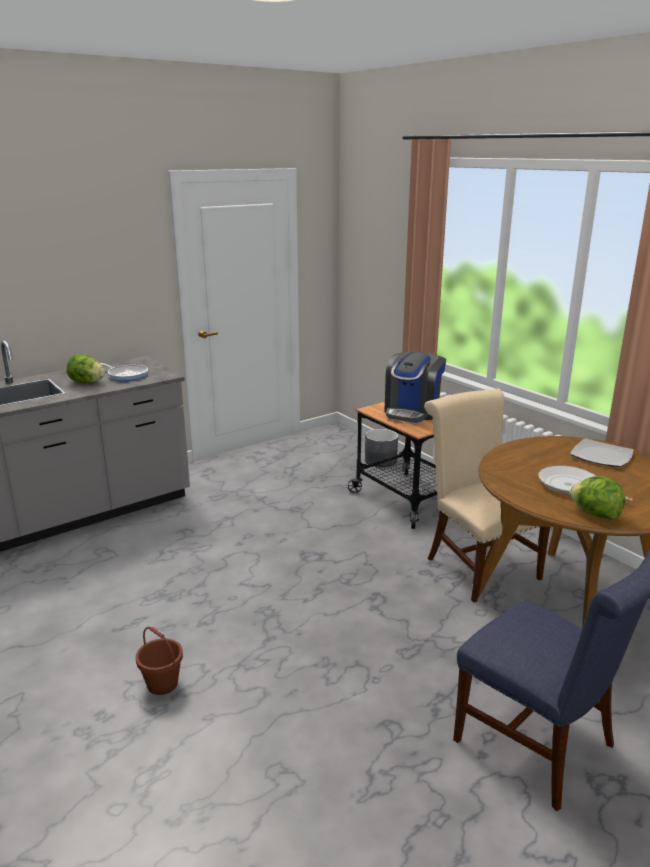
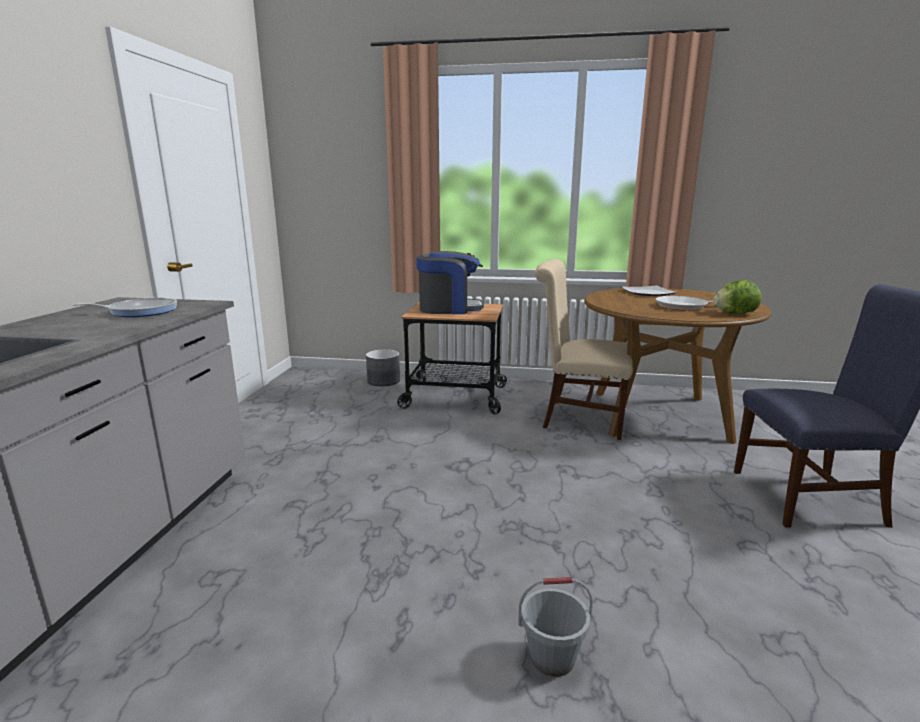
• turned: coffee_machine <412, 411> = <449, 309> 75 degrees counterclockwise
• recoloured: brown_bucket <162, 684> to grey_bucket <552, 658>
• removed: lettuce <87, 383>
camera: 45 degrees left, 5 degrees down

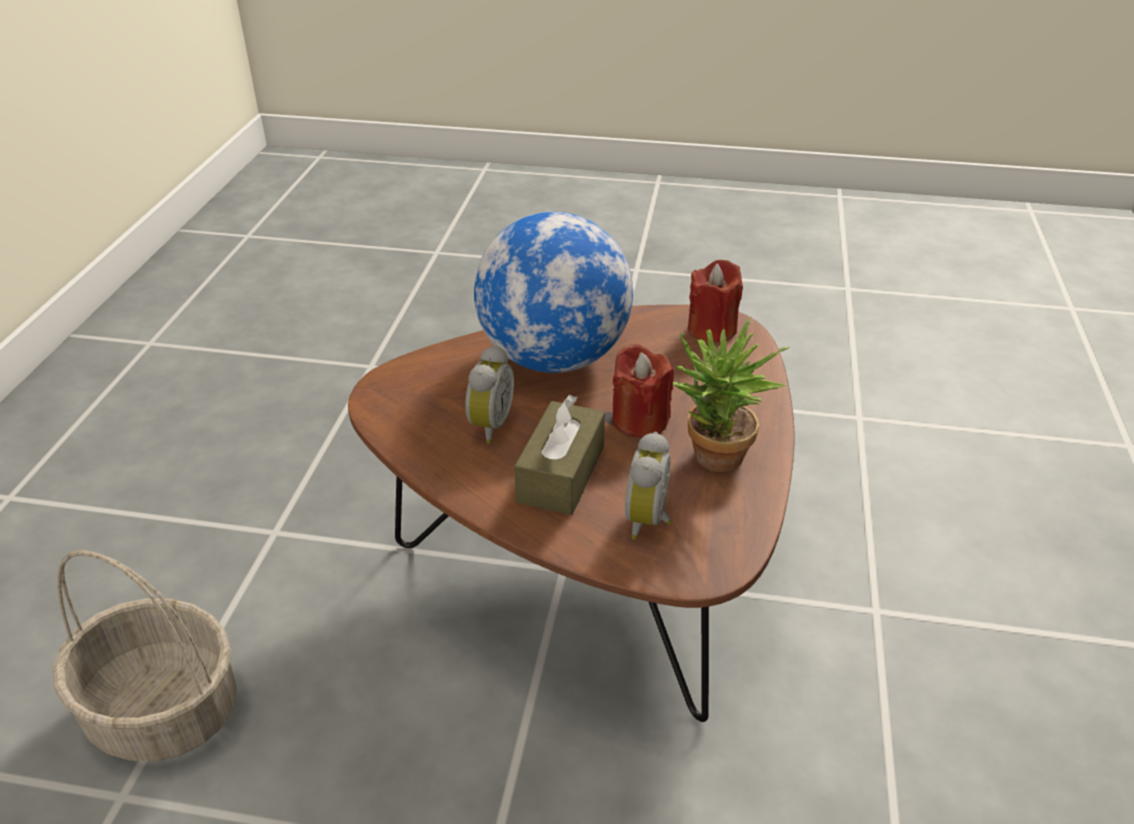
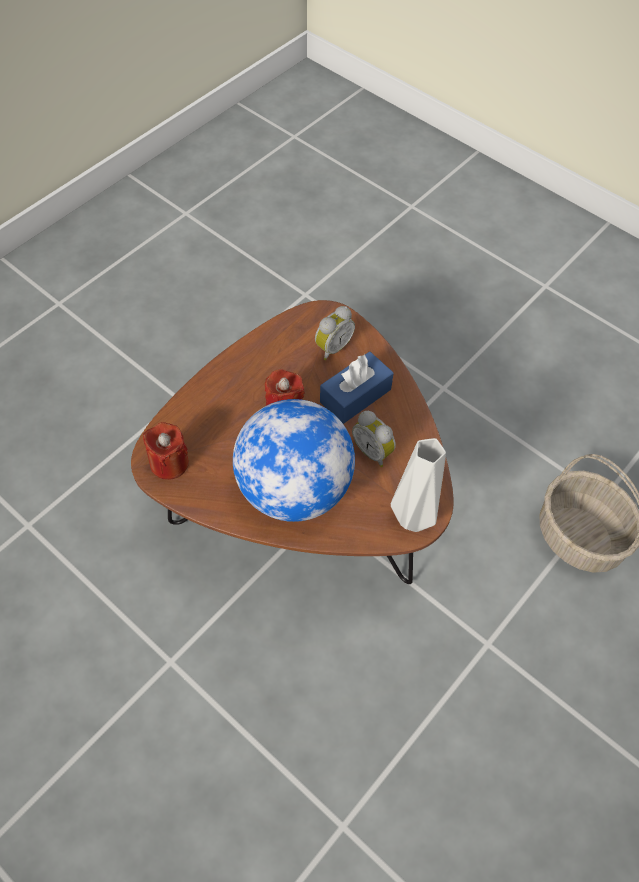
• recoloured: brown_tissue_box <561, 474> to blue_tissue_box <355, 396>
• turned: alarm_clock <488, 426> = <373, 451> 90 degrees counterclockwise
• added: grey_vase <411, 517>
• removed: potted_plant <714, 462>
camera: 150 degrees left, 20 degrees up

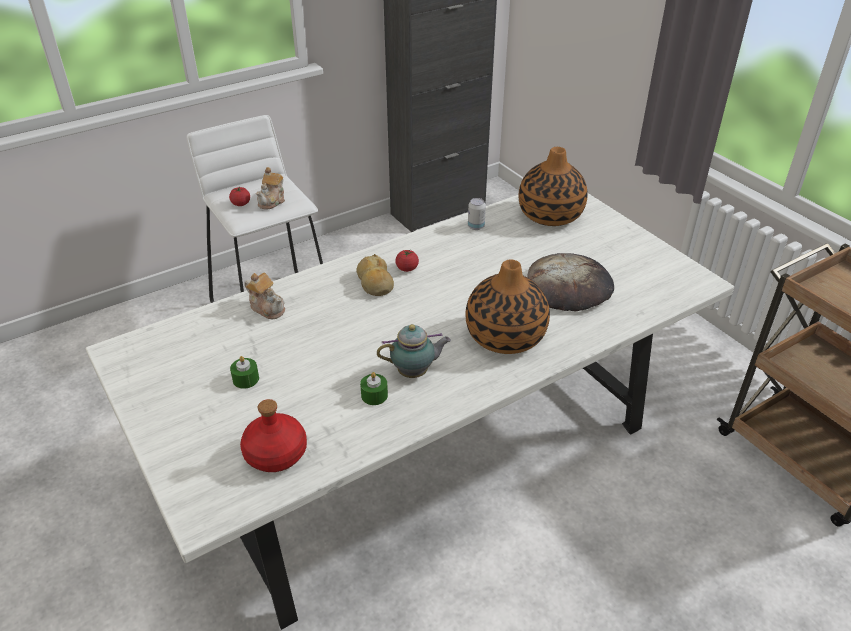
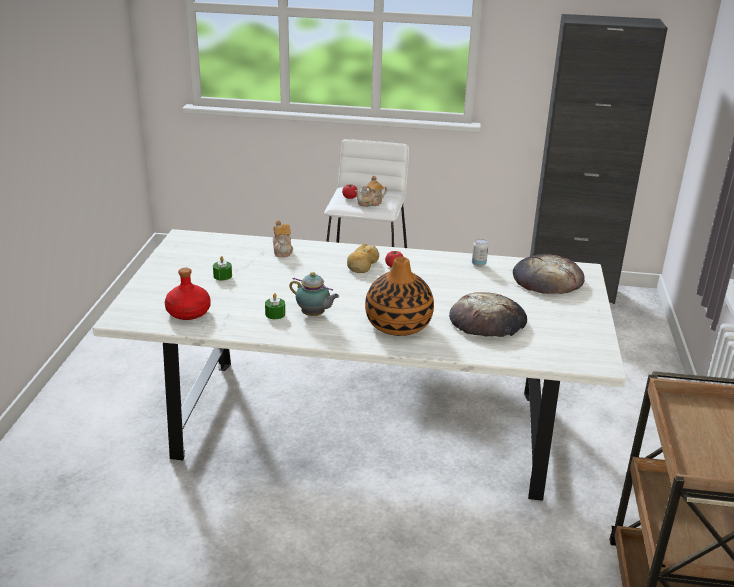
• replaced: vase <550, 215> to bread <547, 279>
camera: 40 degrees right, 10 degrees down

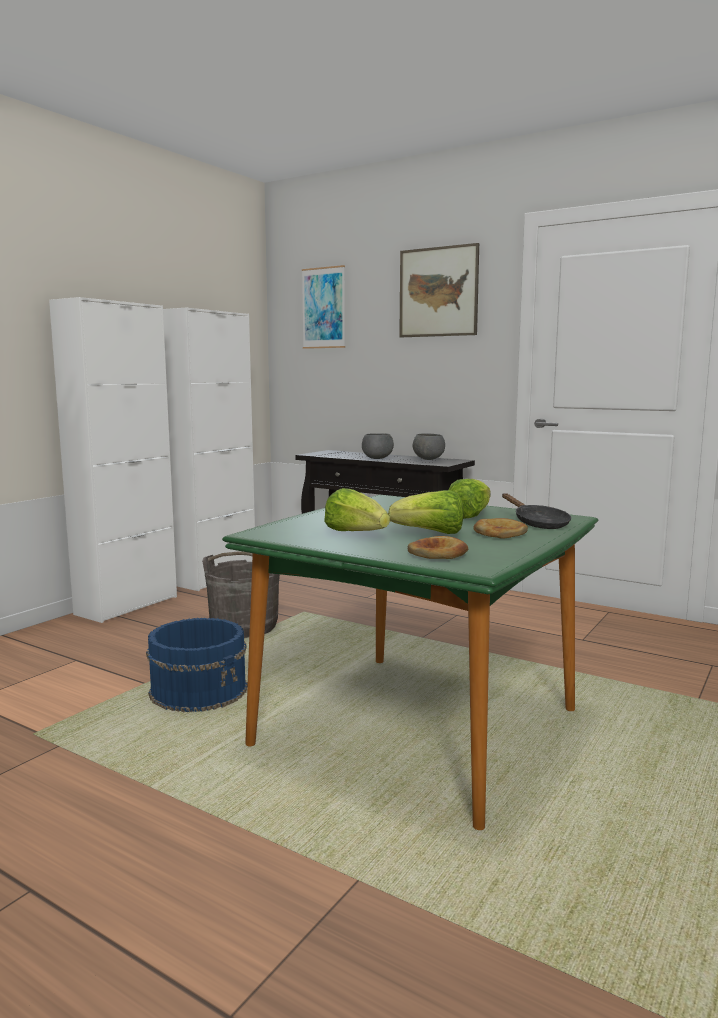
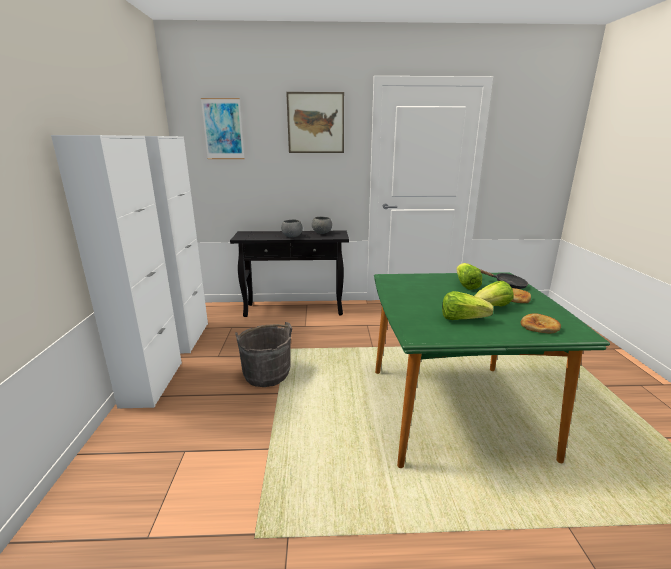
• removed: blue_bucket <200, 691>
camera: 35 degrees left, 10 degrees up

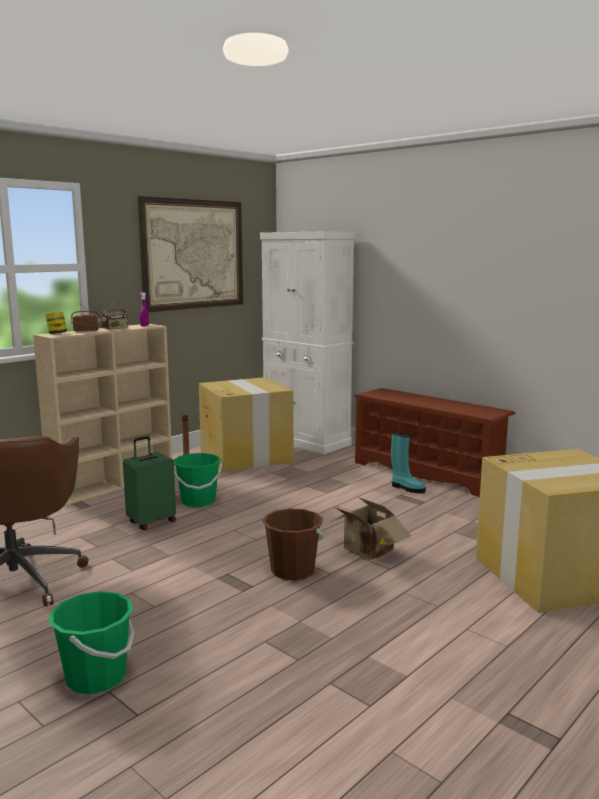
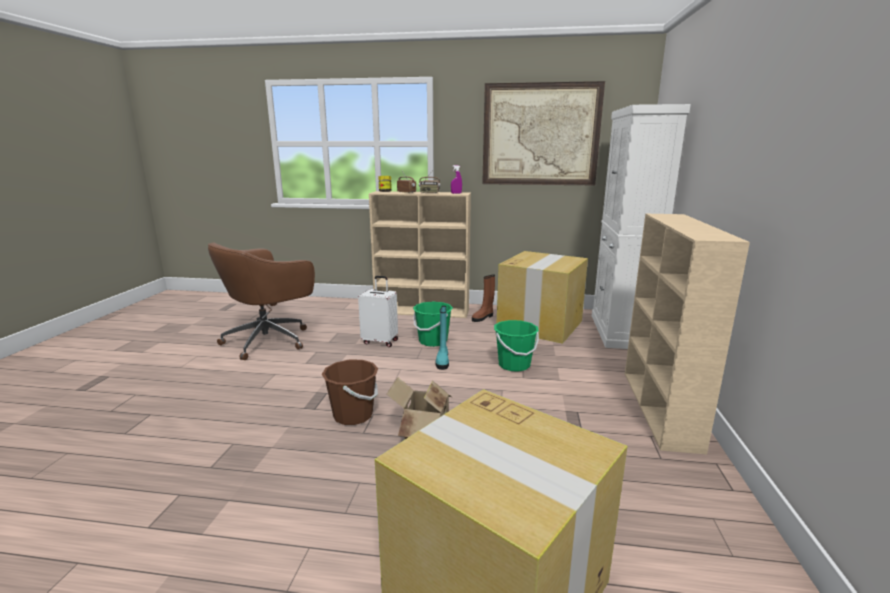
• recoloured: green_suitcase <151, 522> to white_suitcase <380, 341>
• moved: turquoise_boot <407, 488> to <442, 361>
• moved: green_bucket <96, 677> to <514, 365>
• replaced: brown_shoe_rack <427, 473> to beige_bookcase <660, 409>
camera: 55 degrees right, 5 degrees up

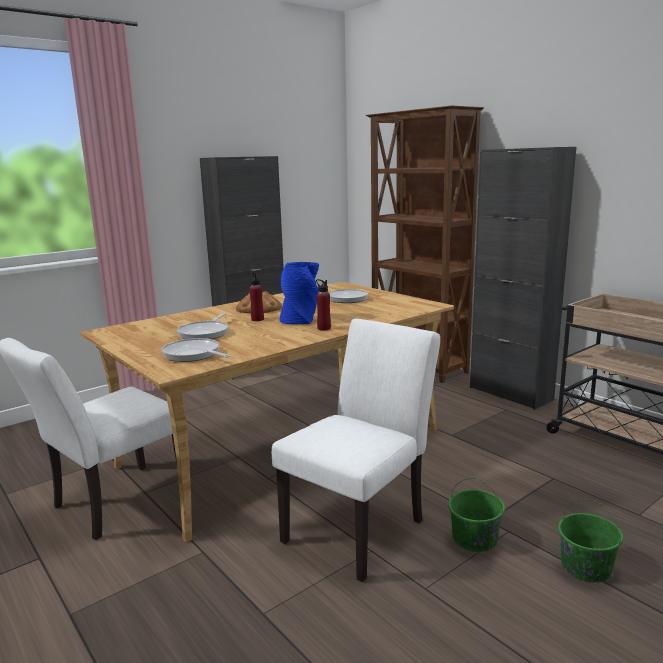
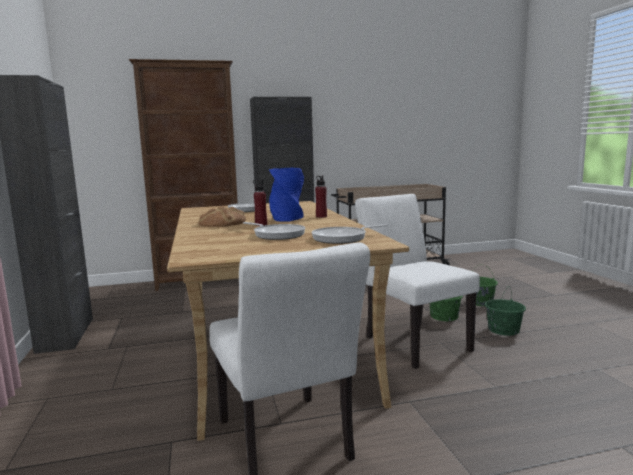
• added: green_bucket <503, 330>
camera: 65 degrees left, 5 degrees down

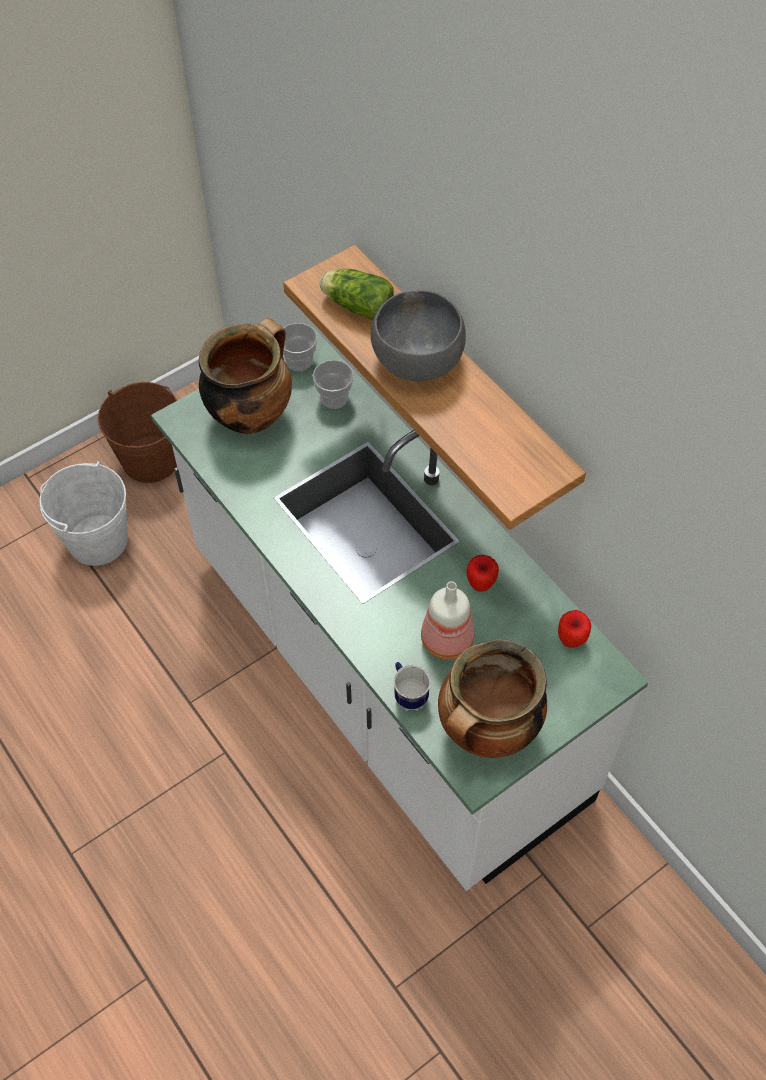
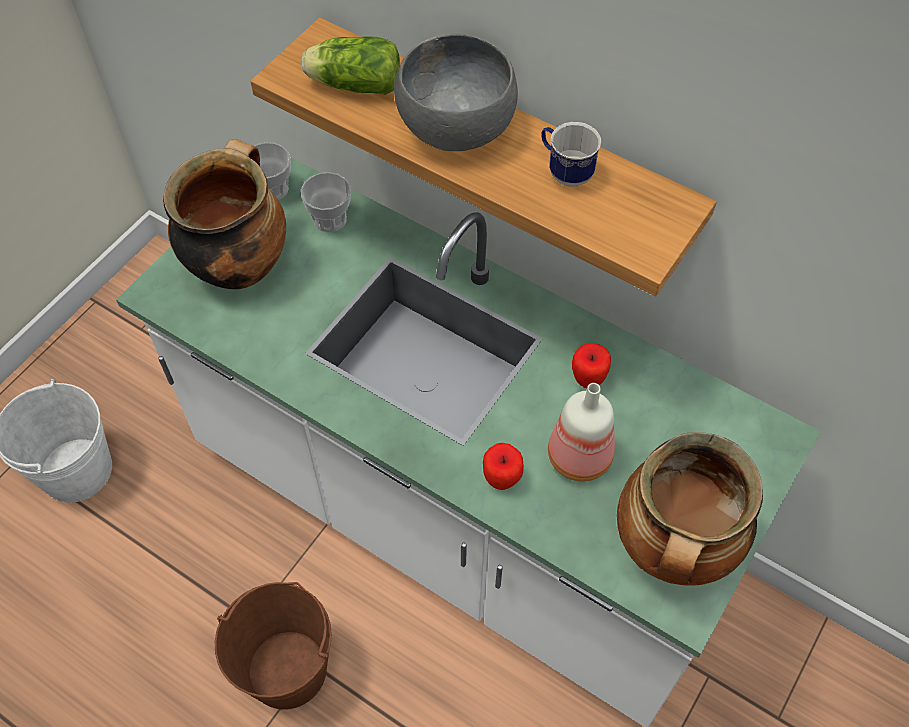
• moved: brown_bucket <151, 459> to <287, 669>
• moved: apple <571, 640> to <501, 479>
• moved: mug <408, 693> to <565, 172>
camera: 20 degrees left, 0 degrees up

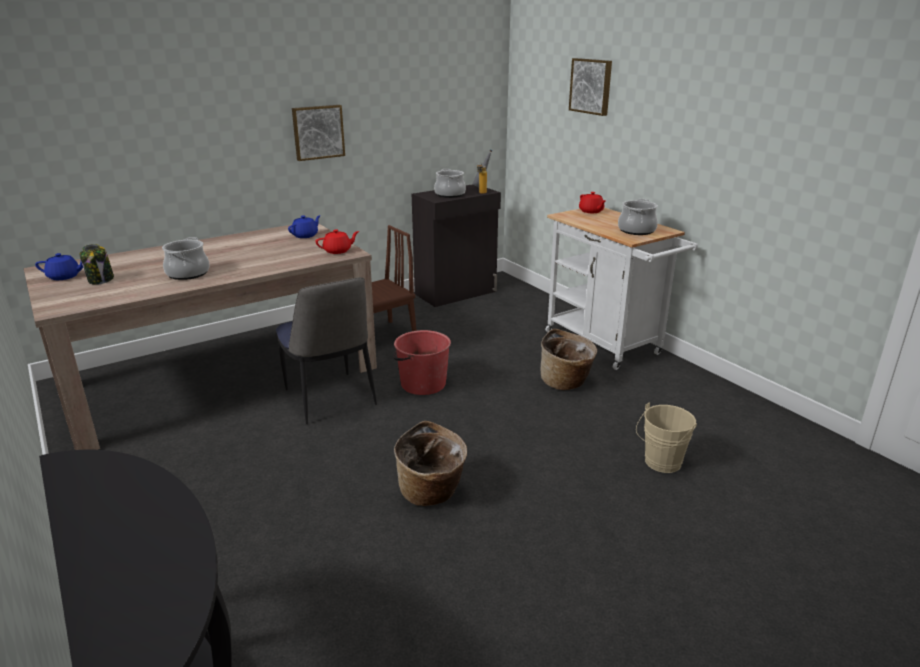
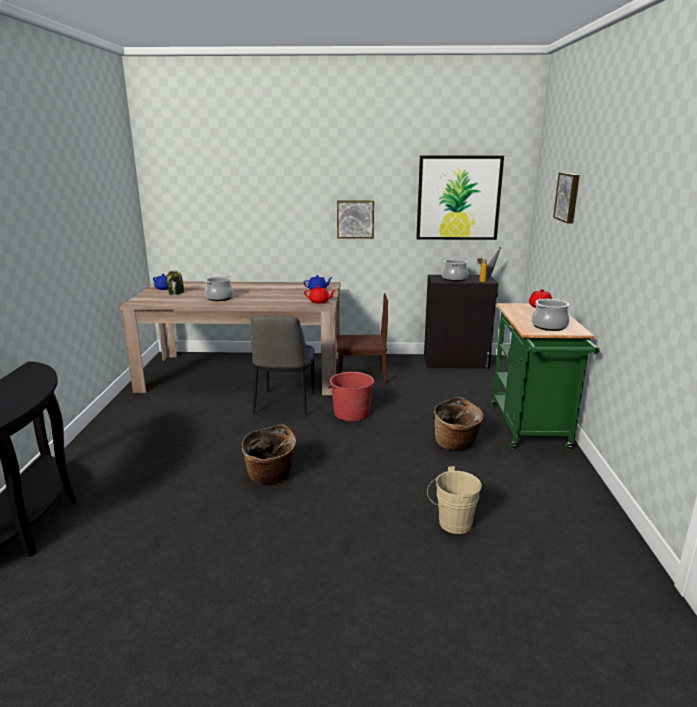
• added: picture <458, 198>
• recoloured: white_cart <607, 345> to green_cart <530, 430>
camera: 35 degrees right, 5 degrees down

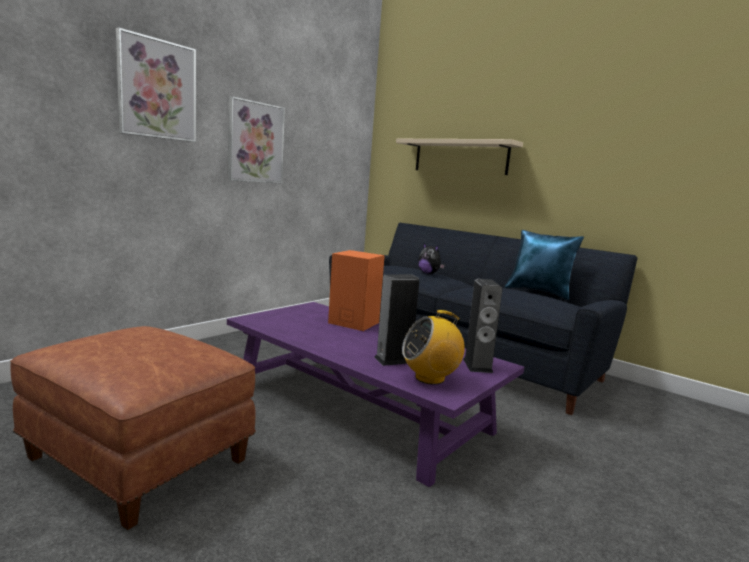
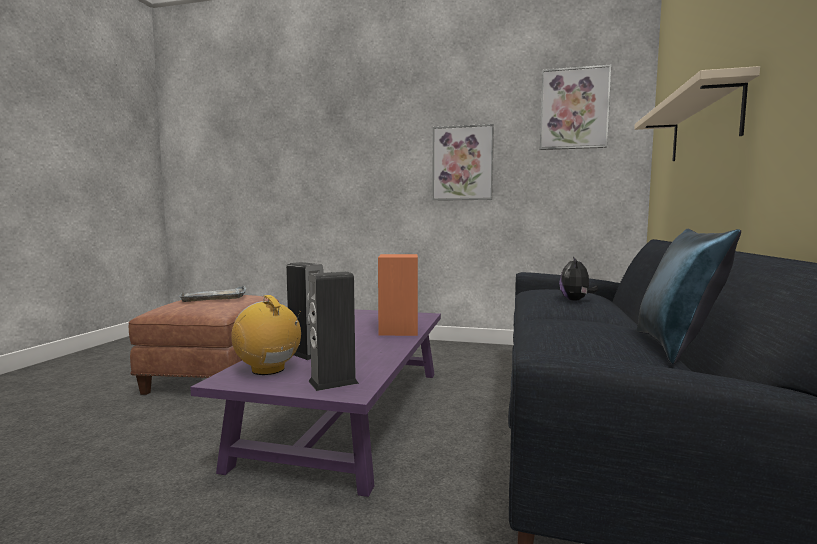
• added: grey_tray <215, 297>
• moved: picture <157, 89> to <573, 109>
camera: 65 degrees right, 5 degrees down

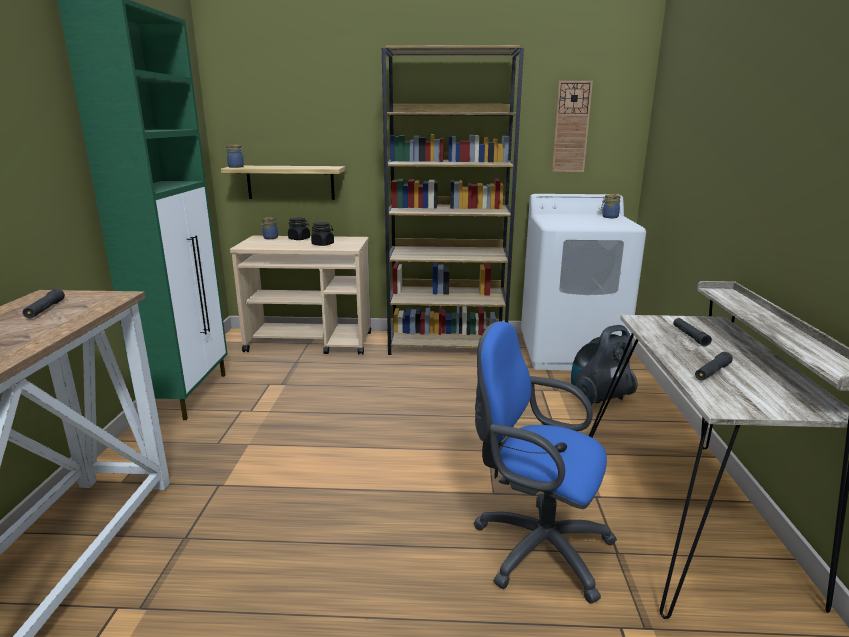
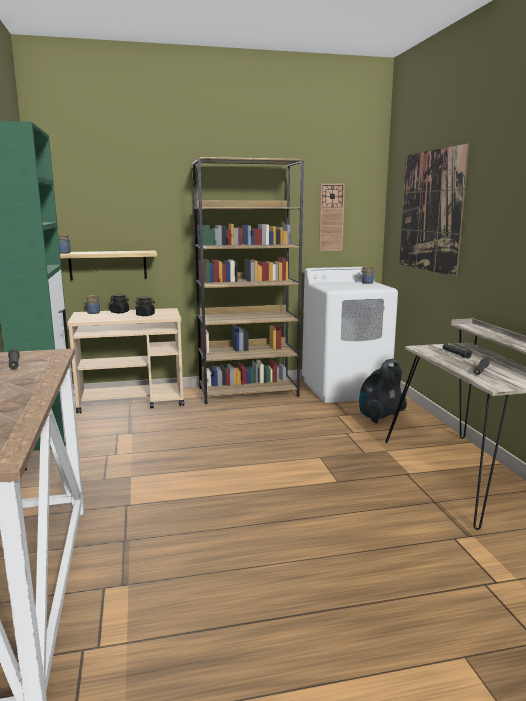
• added: picture <430, 211>
• removed: blue_office_chair <534, 546>
camera: 15 degrees left, 5 degrees down

